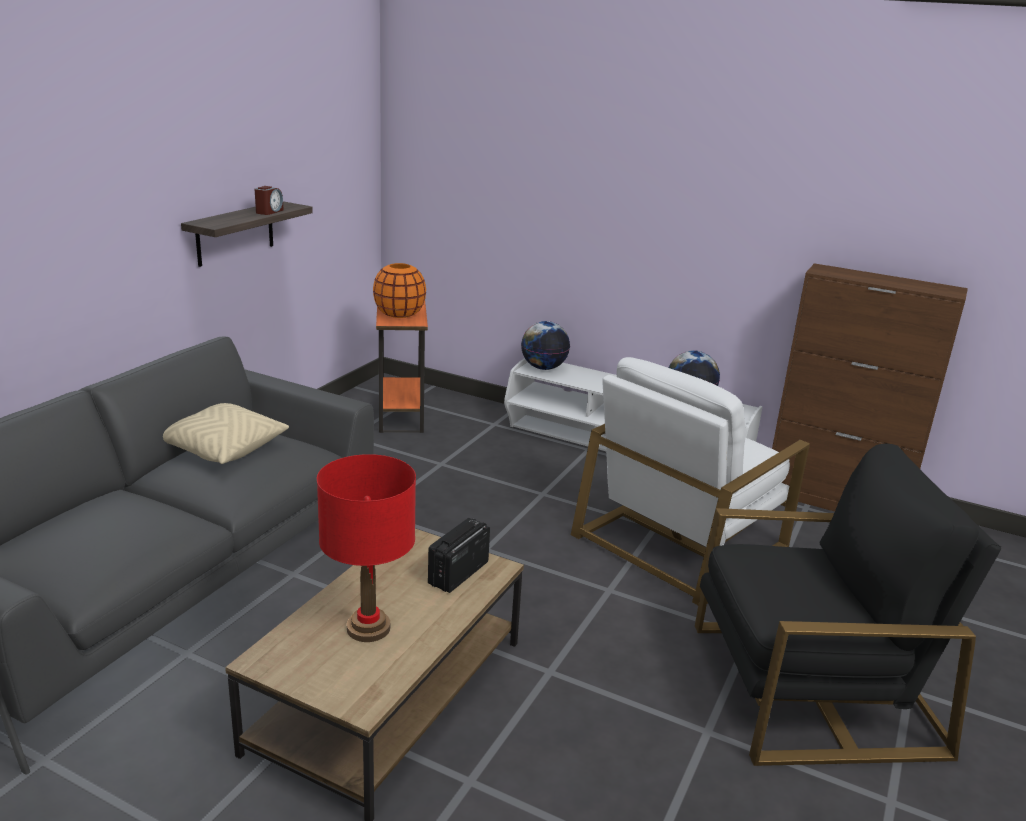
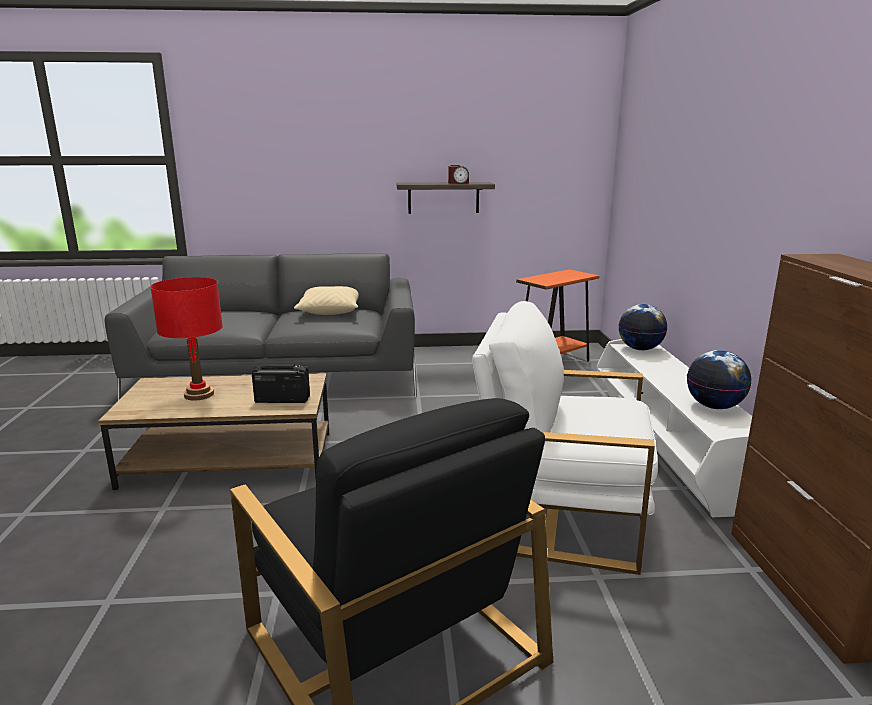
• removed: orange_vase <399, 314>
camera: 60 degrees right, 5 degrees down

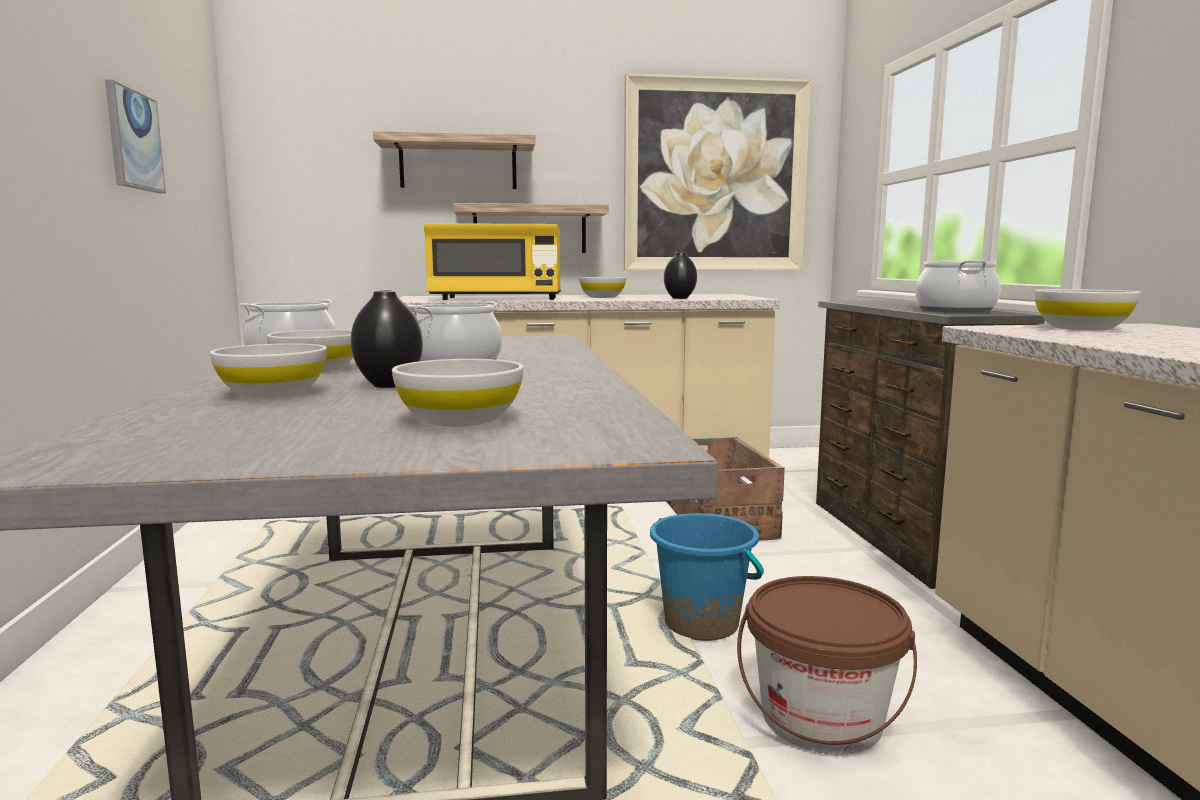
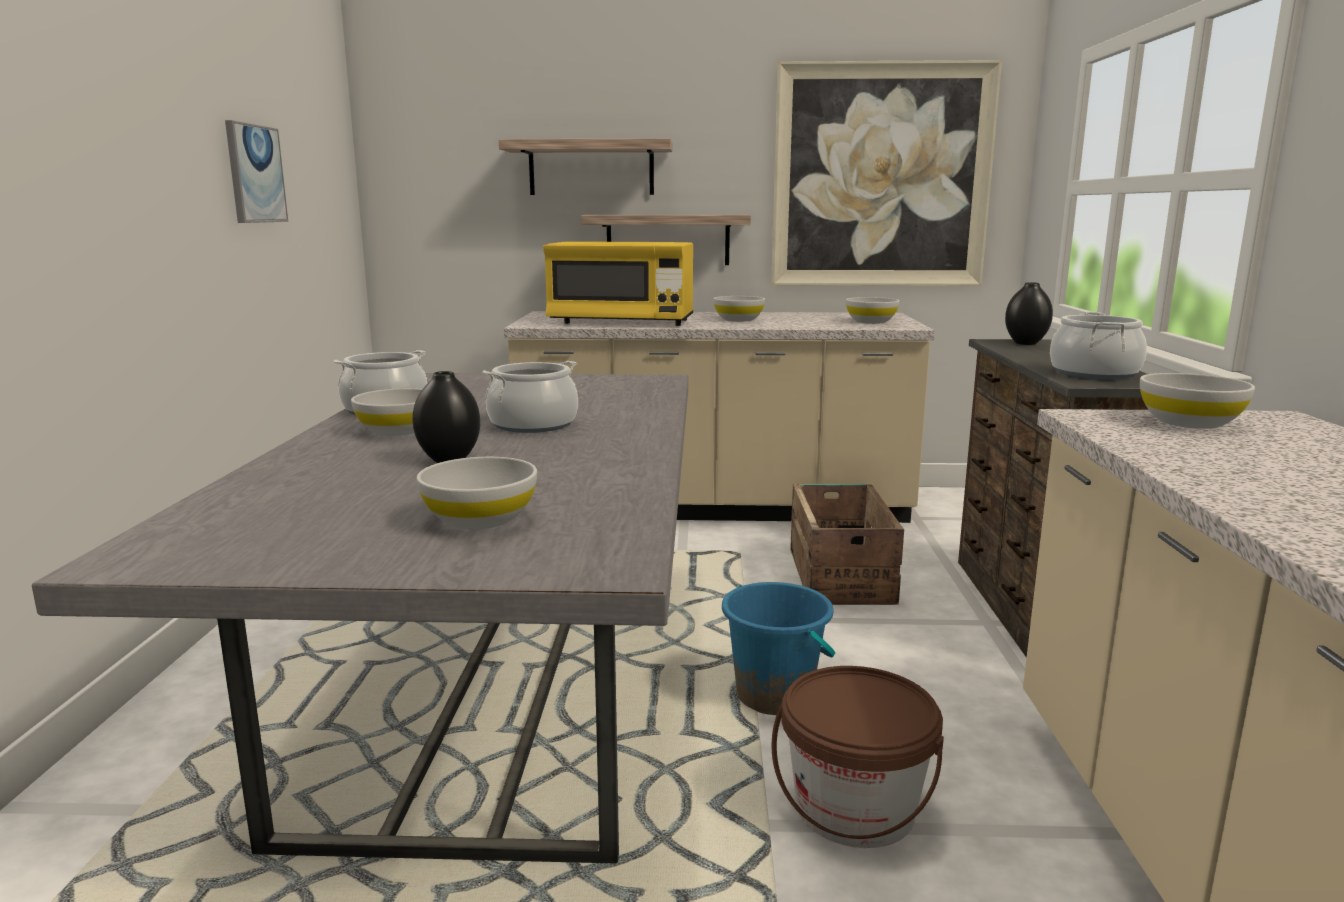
• moved: white_bowl <272, 393> to <870, 322>
• moved: black_vase <680, 298> to <1026, 343>
camera: 10 degrees right, 5 degrees up

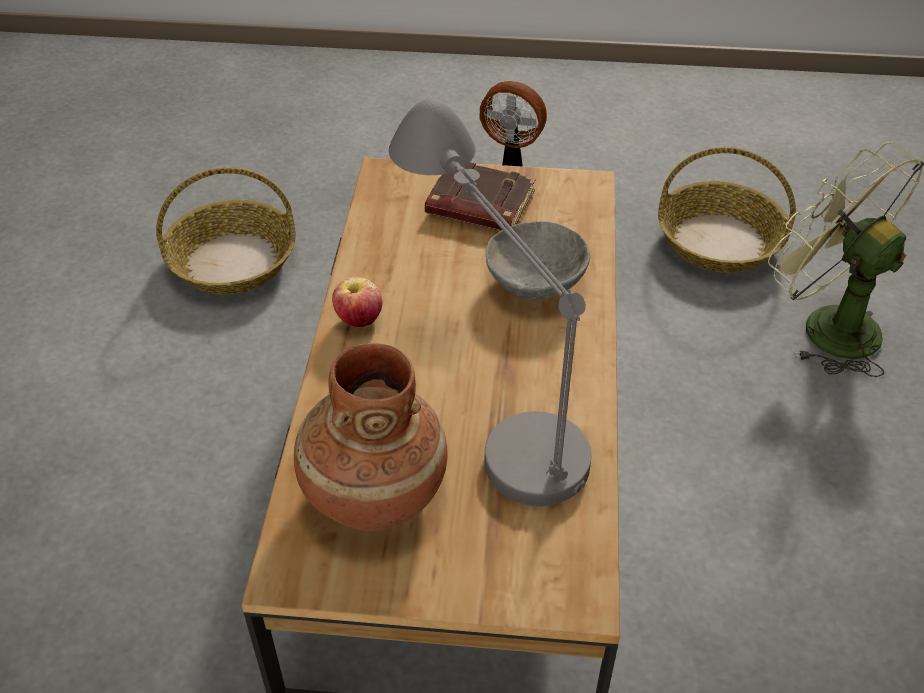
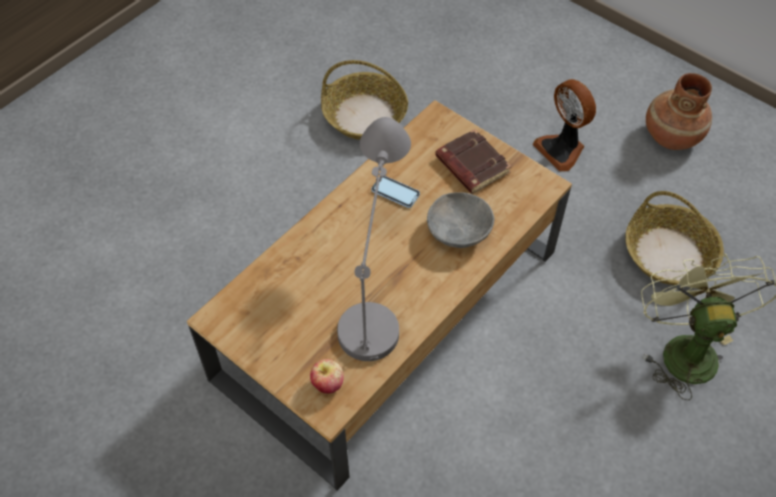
• moved: apple <359, 320> to <328, 384>
• added: phone <395, 192>
• moved: brown_vase <373, 493> to <671, 136>
camera: 35 degrees right, 10 degrees up

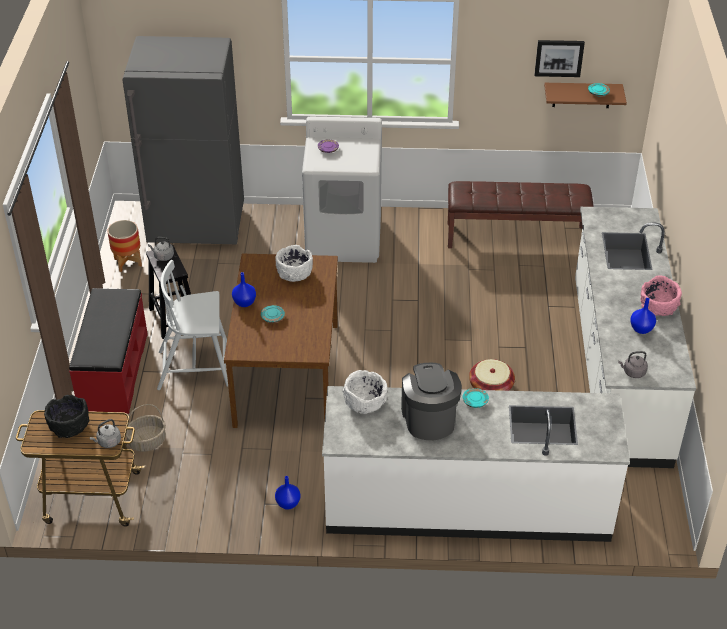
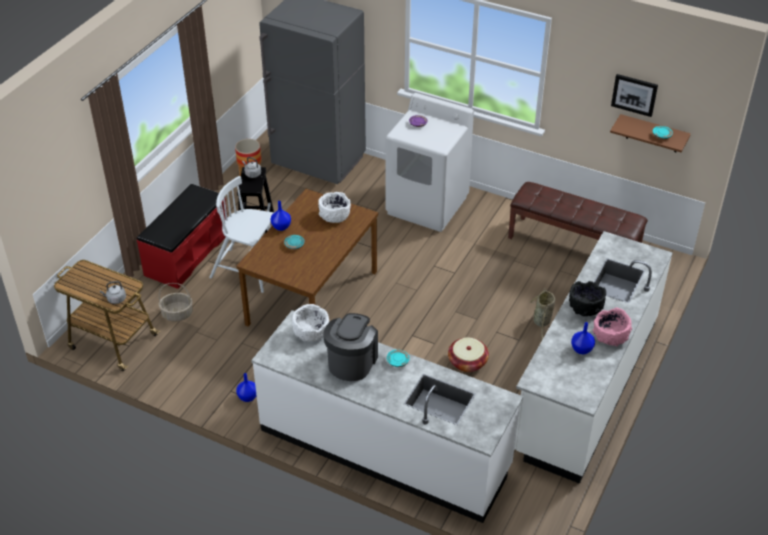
• added: basket <542, 322>
• moved: black_bowl <69, 426> to <585, 307>
• removed: grey_kettle <633, 372>
camera: 25 degrees right, 0 degrees up

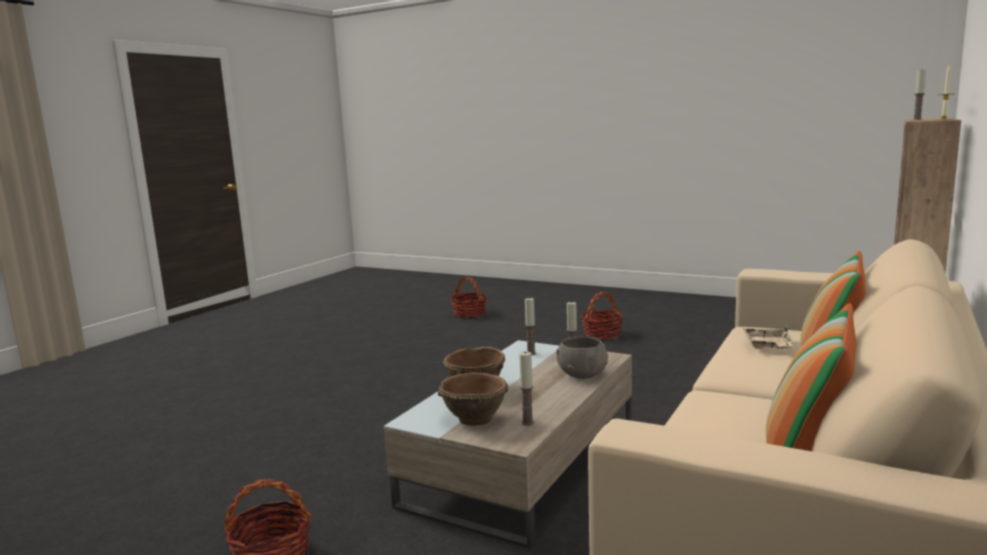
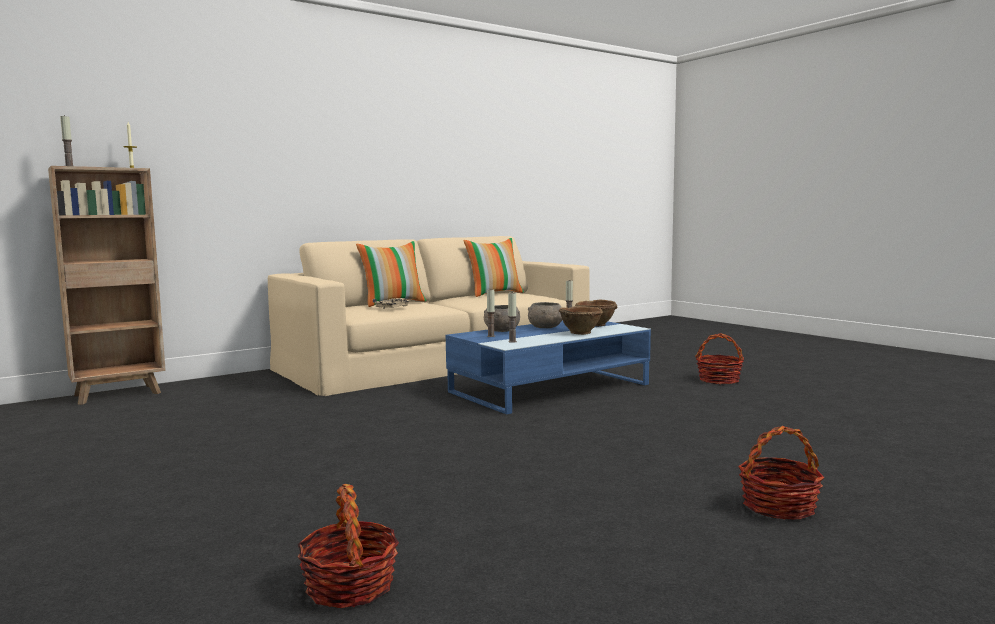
• recoloured: beige_coffee_table <524, 462> to blue_coffee_table <549, 388>
• added: grey_bowl <545, 327>
• moved: basket <602, 334> to <778, 506>
camera: 155 degrees left, 5 degrees down

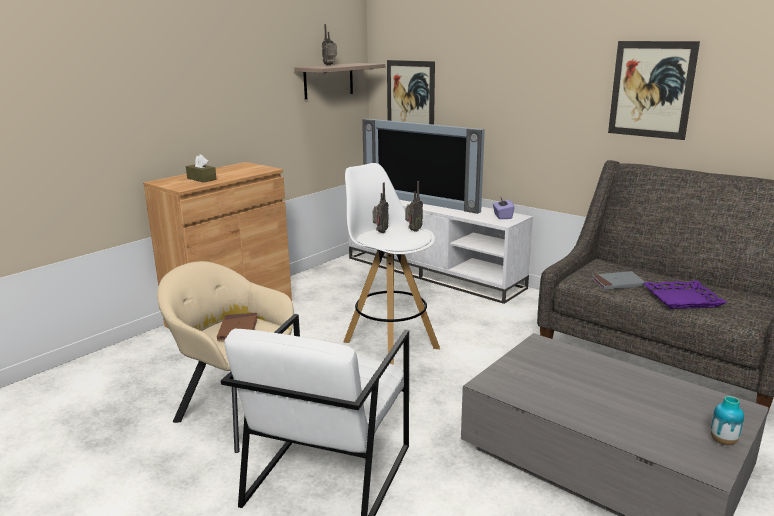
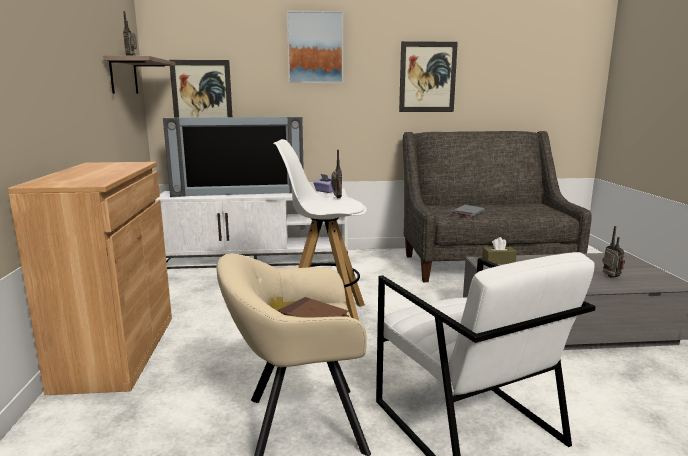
• added: picture <315, 47>
• moved: brown_tissue_box <201, 179> to <498, 261>
• moved: radio <380, 232> to <610, 277>
• removed: purple_tray <682, 299>
• removed: vase <723, 441>
camera: 45 degrees left, 5 degrees down

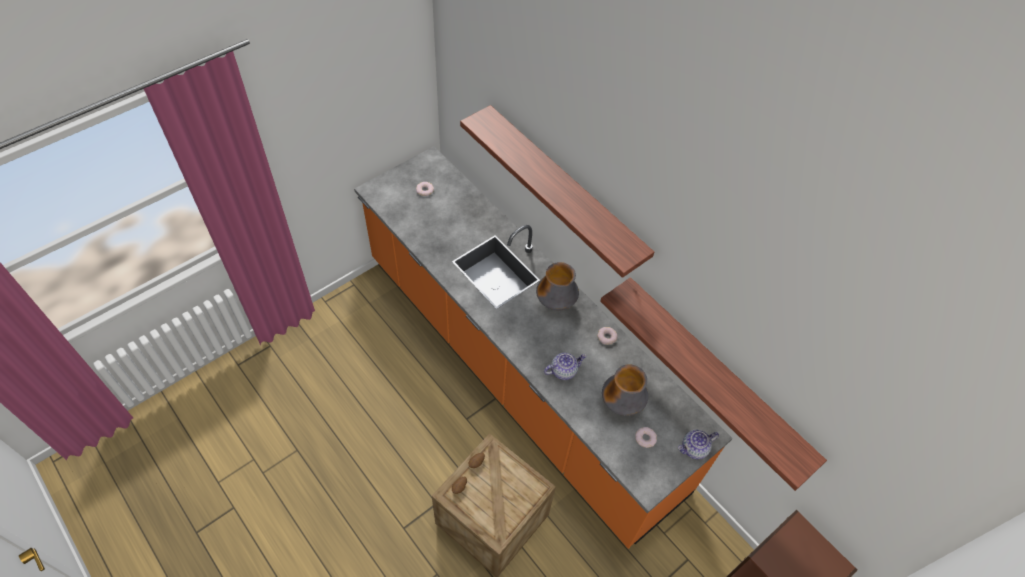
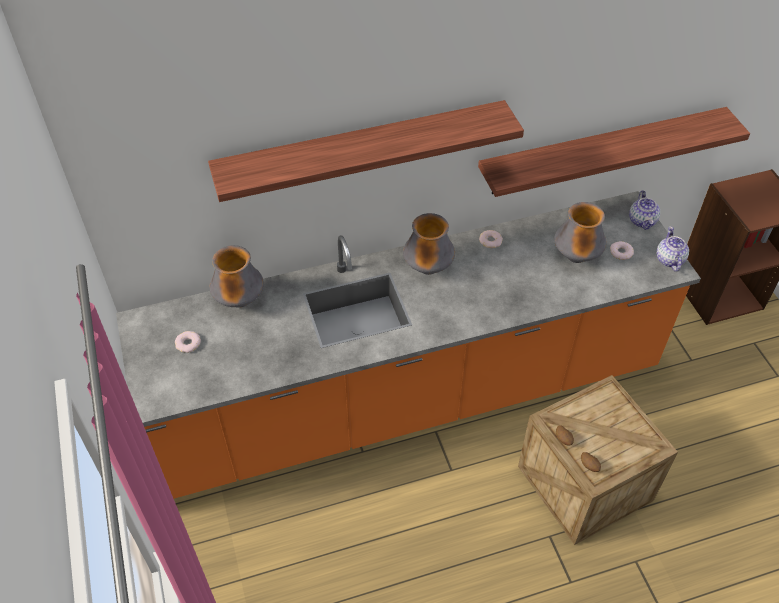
• added: vase <240, 301>
• moved: teapot <563, 370> to <669, 259>
camera: 65 degrees left, 5 degrees down

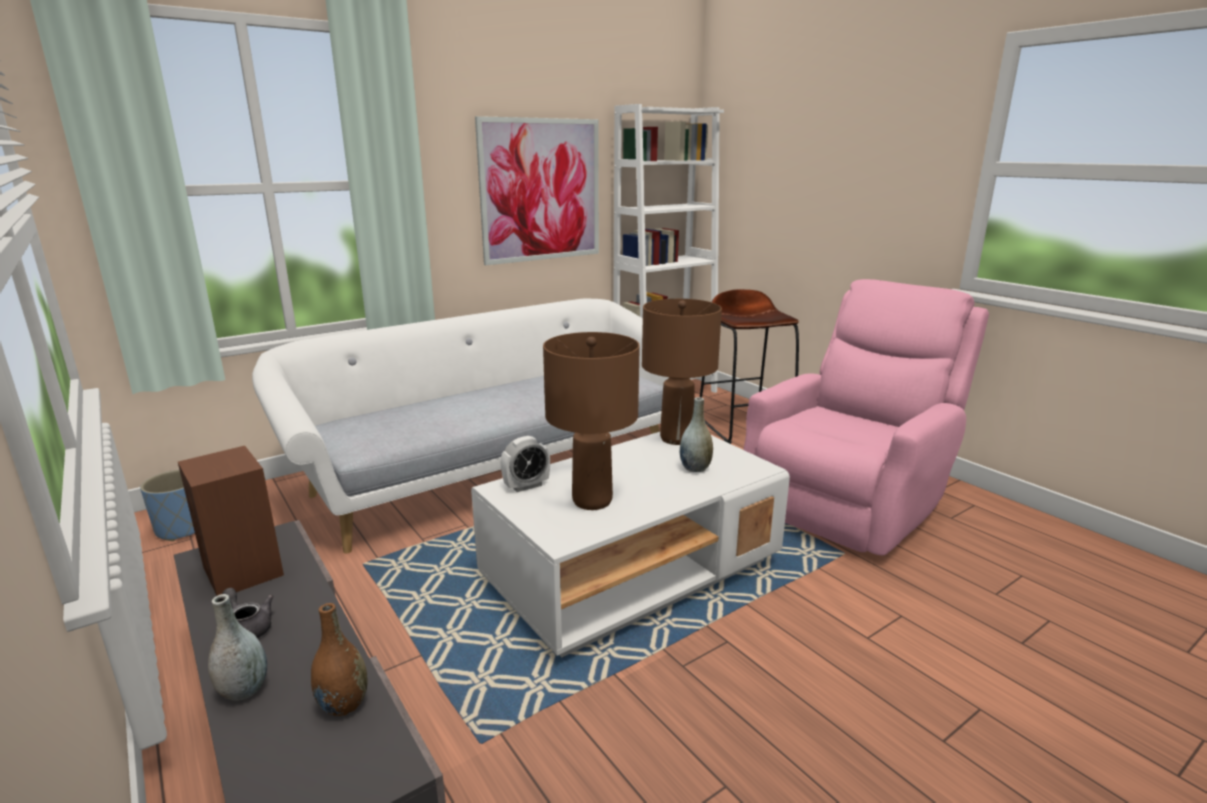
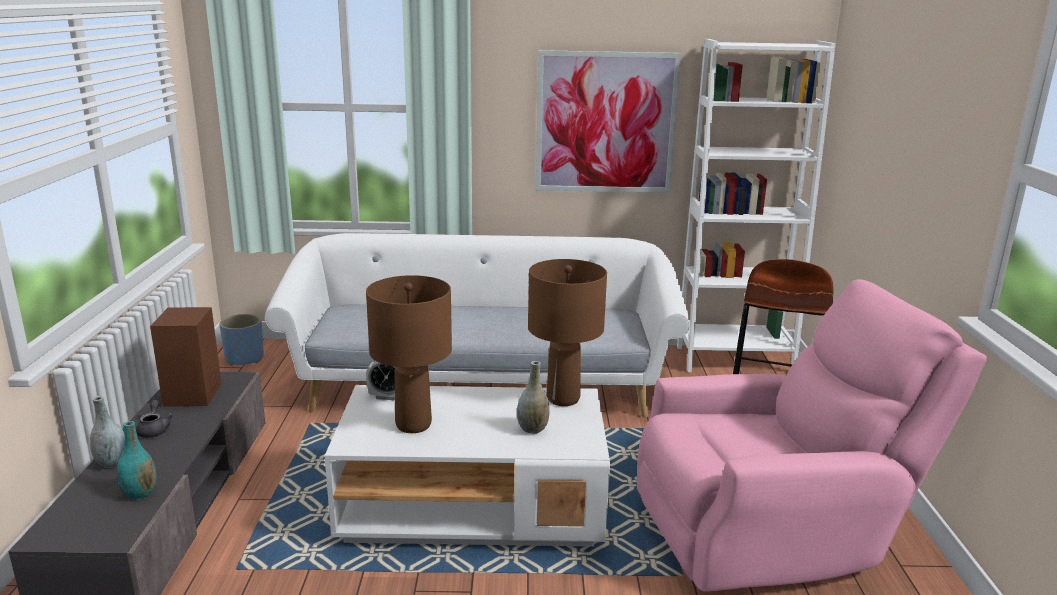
• recoloured: brown_vase <344, 704> to turquoise_vase <140, 493>
camera: 35 degrees right, 0 degrees up

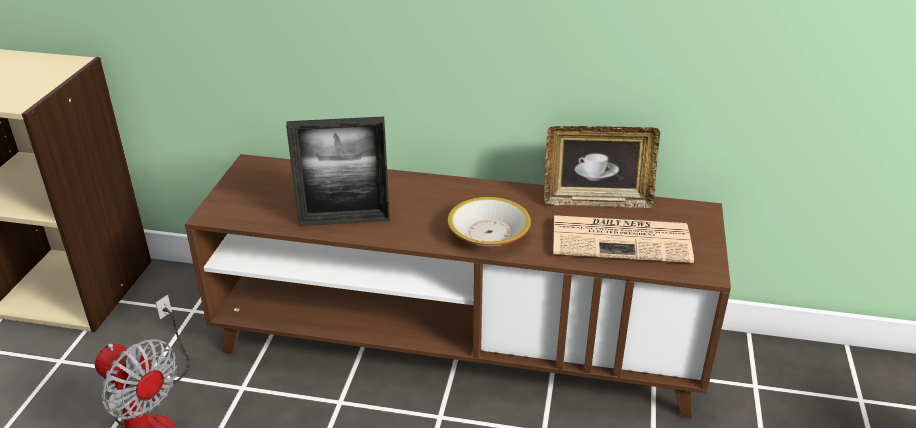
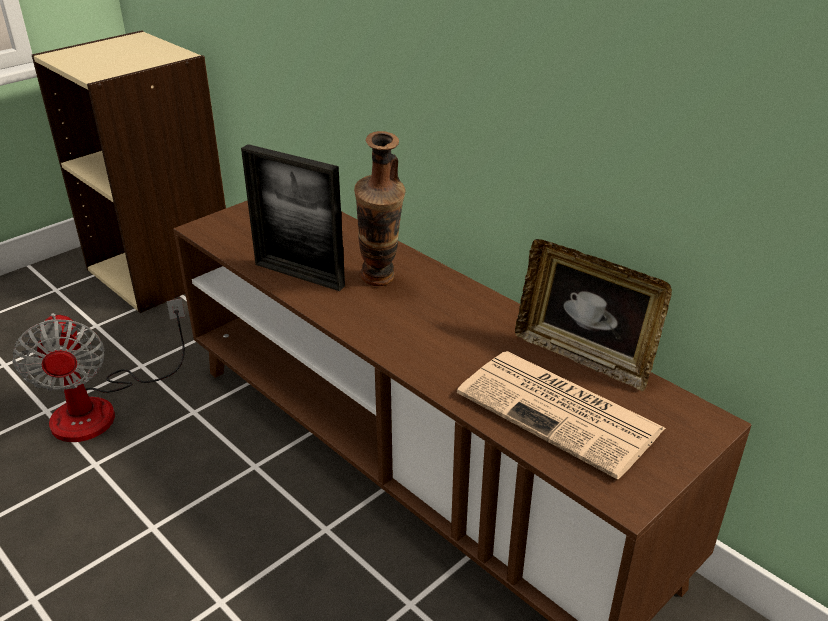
• added: vase <381, 284>
• removed: bowl <489, 233>
camera: 35 degrees right, 0 degrees up

